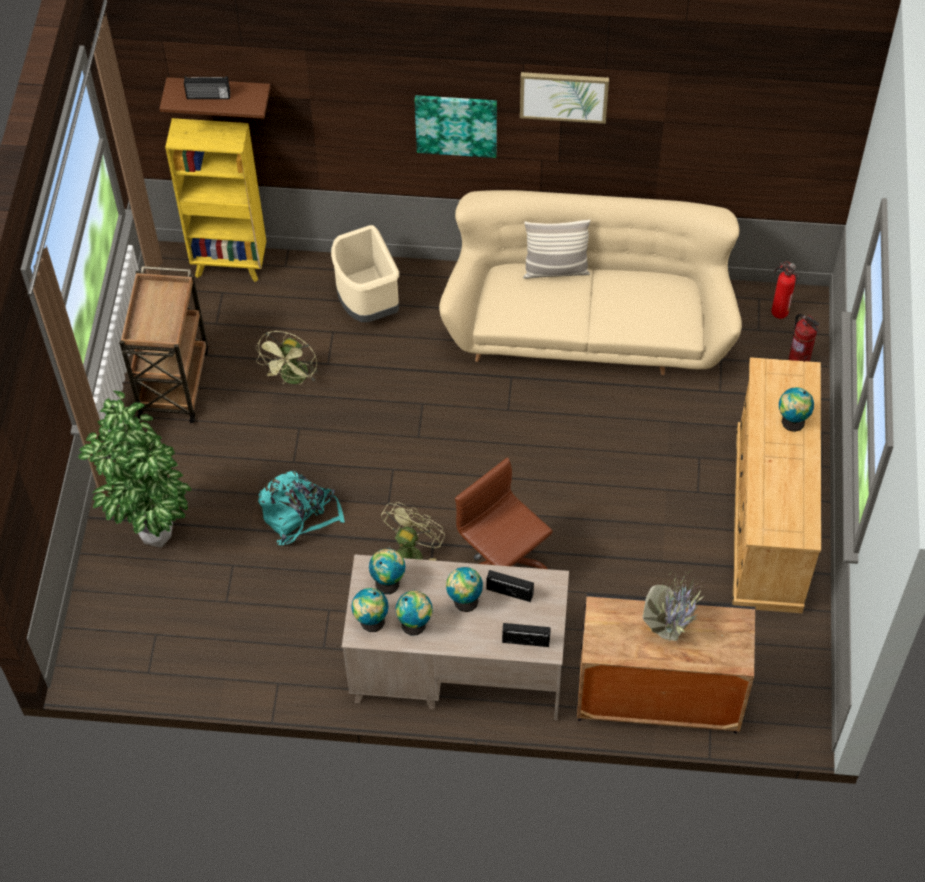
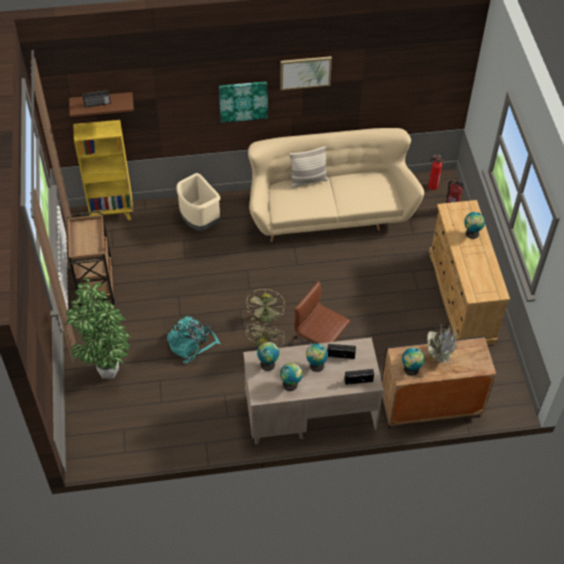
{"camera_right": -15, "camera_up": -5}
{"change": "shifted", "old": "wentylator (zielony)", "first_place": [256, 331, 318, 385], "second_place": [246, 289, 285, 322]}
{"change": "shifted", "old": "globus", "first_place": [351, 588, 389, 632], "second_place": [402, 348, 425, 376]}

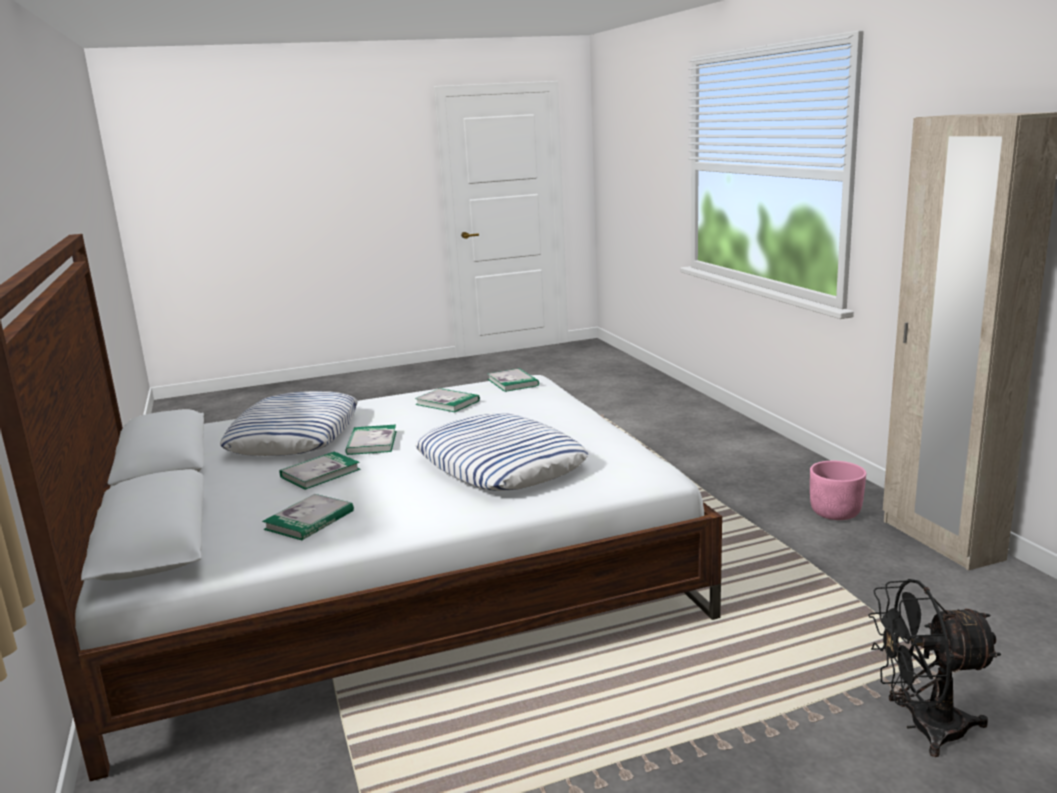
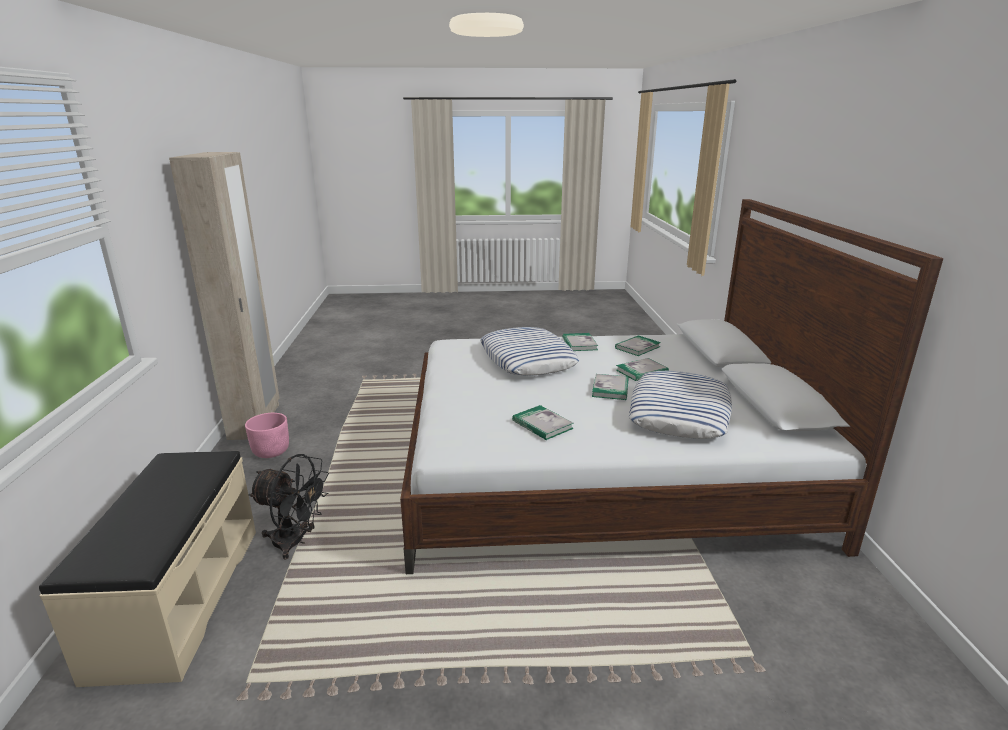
{"camera_right": -165, "camera_up": 5}
{"change": "new", "new": "ławka (beżowy)", "second_place": [39, 451, 256, 687]}
{"change": "shifted", "old": "książka", "first_place": [488, 368, 539, 392], "second_place": [562, 333, 598, 351]}
{"change": "shifted", "old": "wentylator (czarny)", "first_place": [868, 579, 1001, 757], "second_place": [248, 454, 329, 560]}

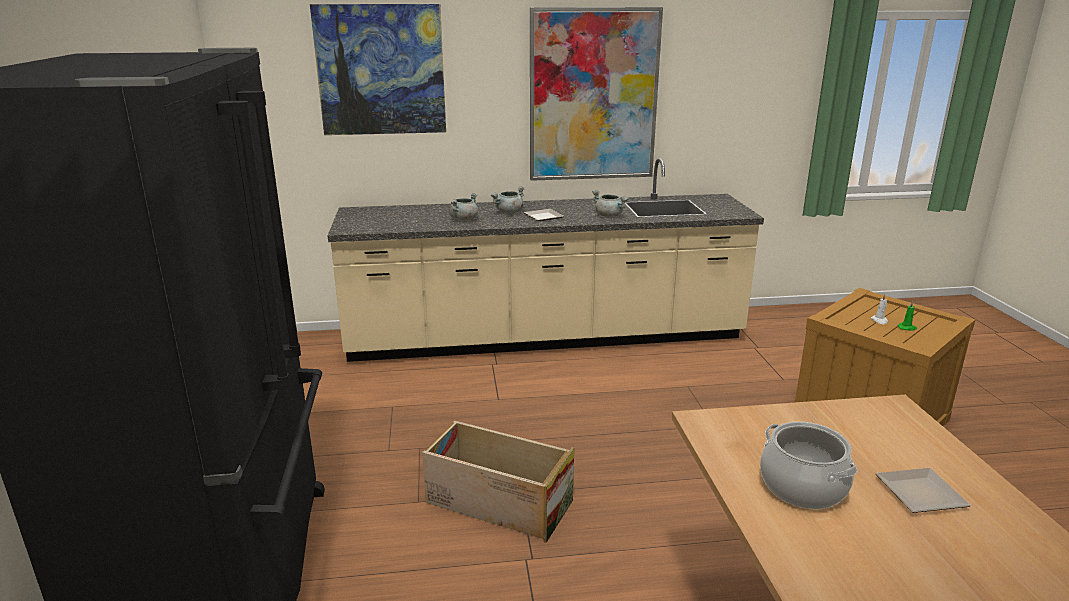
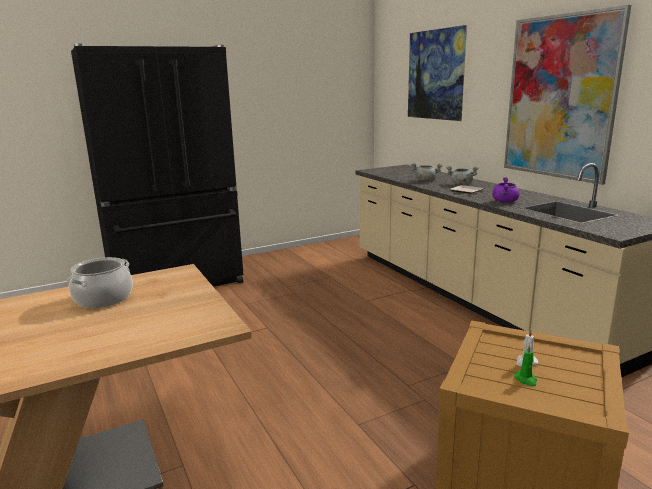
{"camera_right": 70, "camera_up": -5}
{"change": "gone", "old": "skrzynka", "first_place": [422, 421, 574, 543]}
{"change": "gone", "old": "talerz", "first_place": [876, 468, 971, 513]}
{"change": "repainted", "old": "garnek (szary)", "new": "garnek (fioletowy)", "first_place": [592, 190, 629, 217], "second_place": [492, 177, 520, 203]}

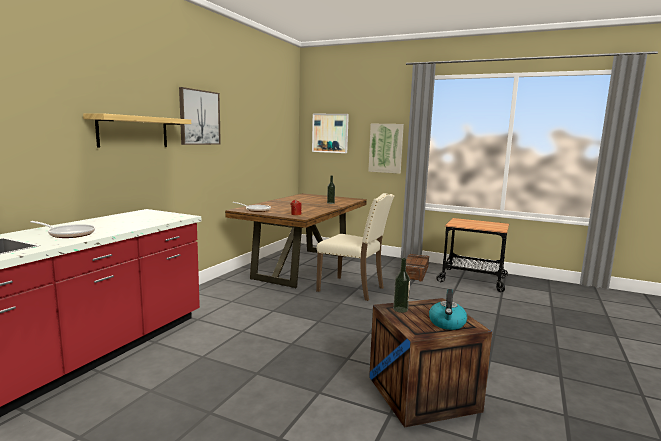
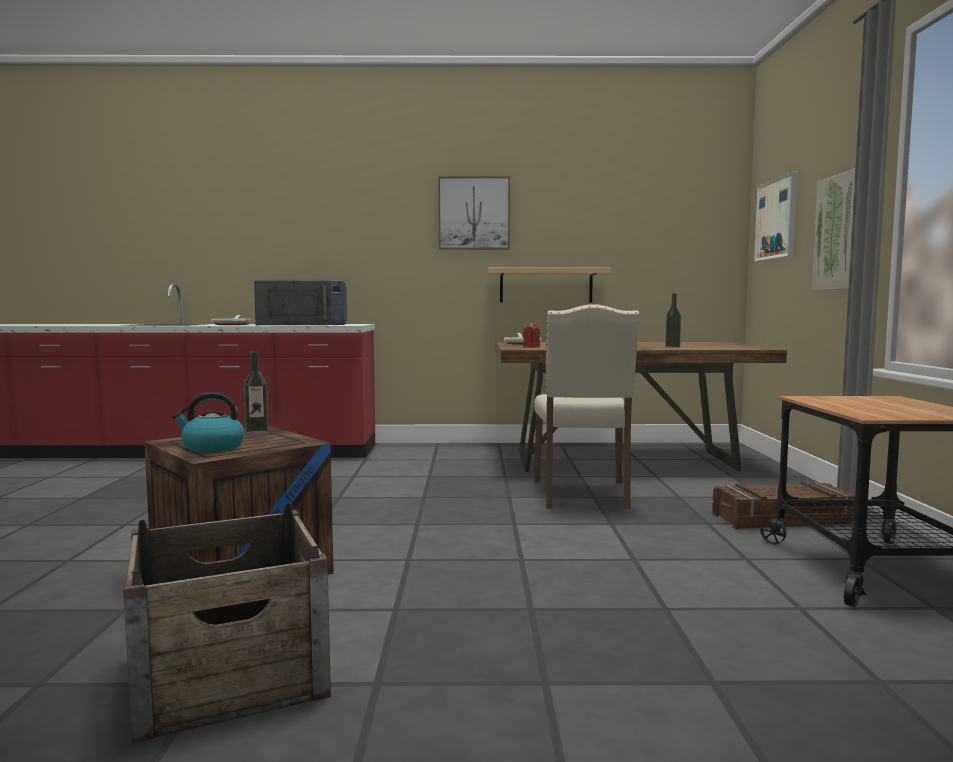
{"camera_right": 65, "camera_up": -5}
{"change": "new", "new": "skrzynka", "second_place": [123, 503, 331, 743]}
{"change": "new", "new": "mikrofalówka (niebieski)", "second_place": [254, 280, 347, 325]}
{"change": "shifted", "old": "półka", "first_place": [83, 113, 191, 147], "second_place": [488, 267, 611, 302]}

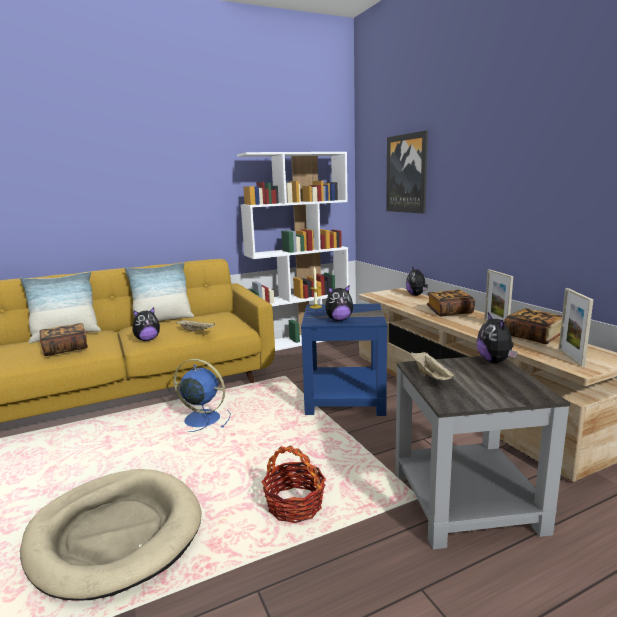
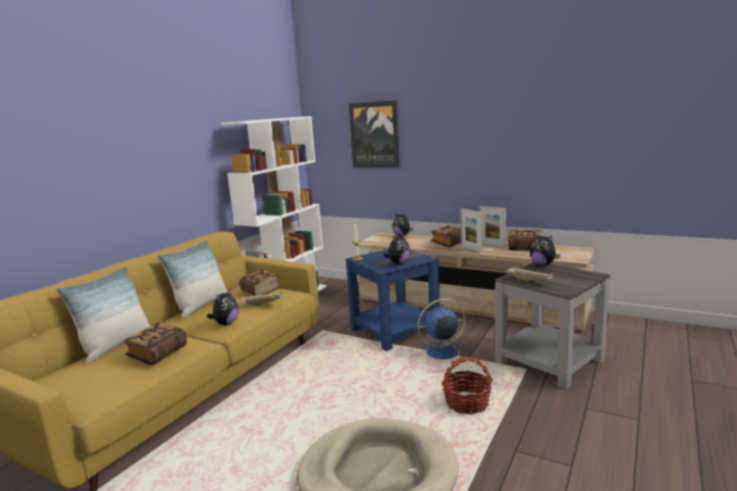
{"camera_right": -35, "camera_up": 0}
{"change": "new", "new": "książka", "second_place": [239, 270, 281, 296]}
{"change": "shifted", "old": "wentylator (niebieski)", "first_place": [174, 359, 231, 432], "second_place": [417, 299, 471, 360]}
{"change": "shifted", "old": "ramka na zdjęcie", "first_place": [558, 288, 593, 367], "second_place": [460, 208, 482, 252]}

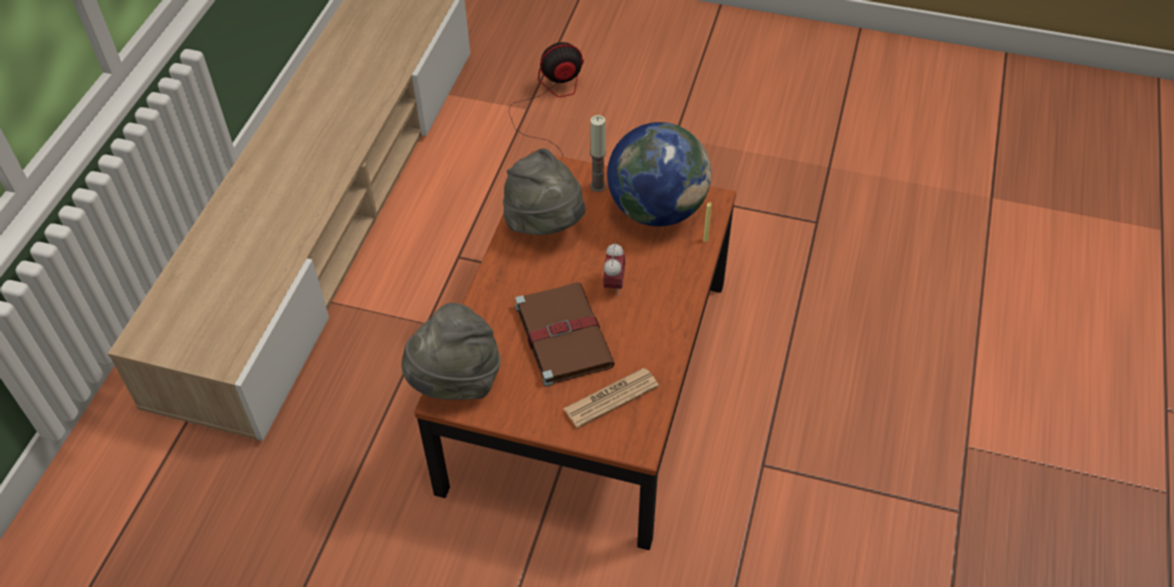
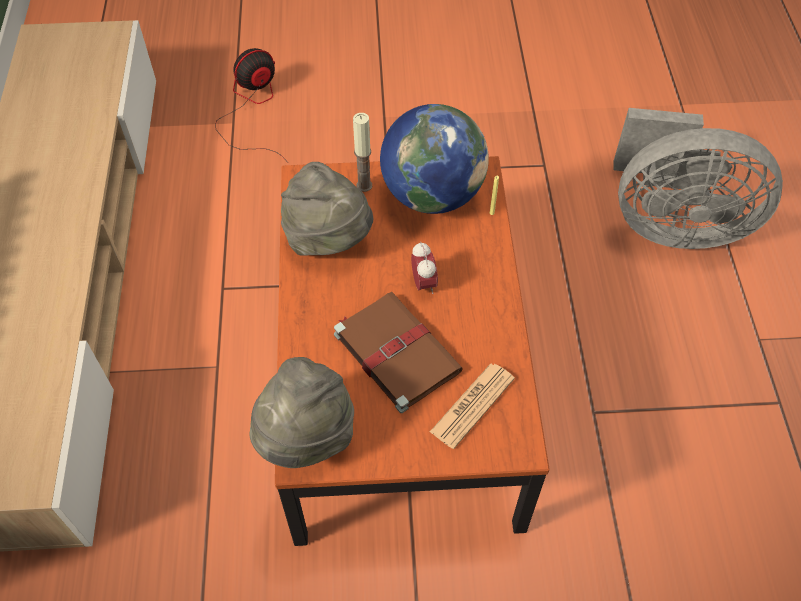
{"camera_right": -20, "camera_up": 5}
{"change": "new", "new": "wentylator (szary)", "second_place": [614, 108, 783, 249]}

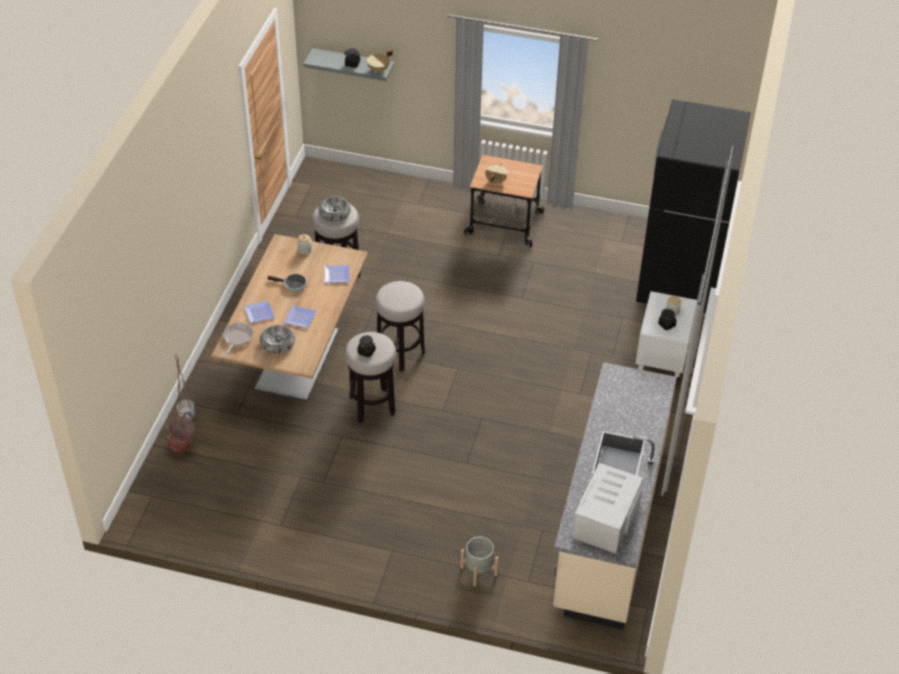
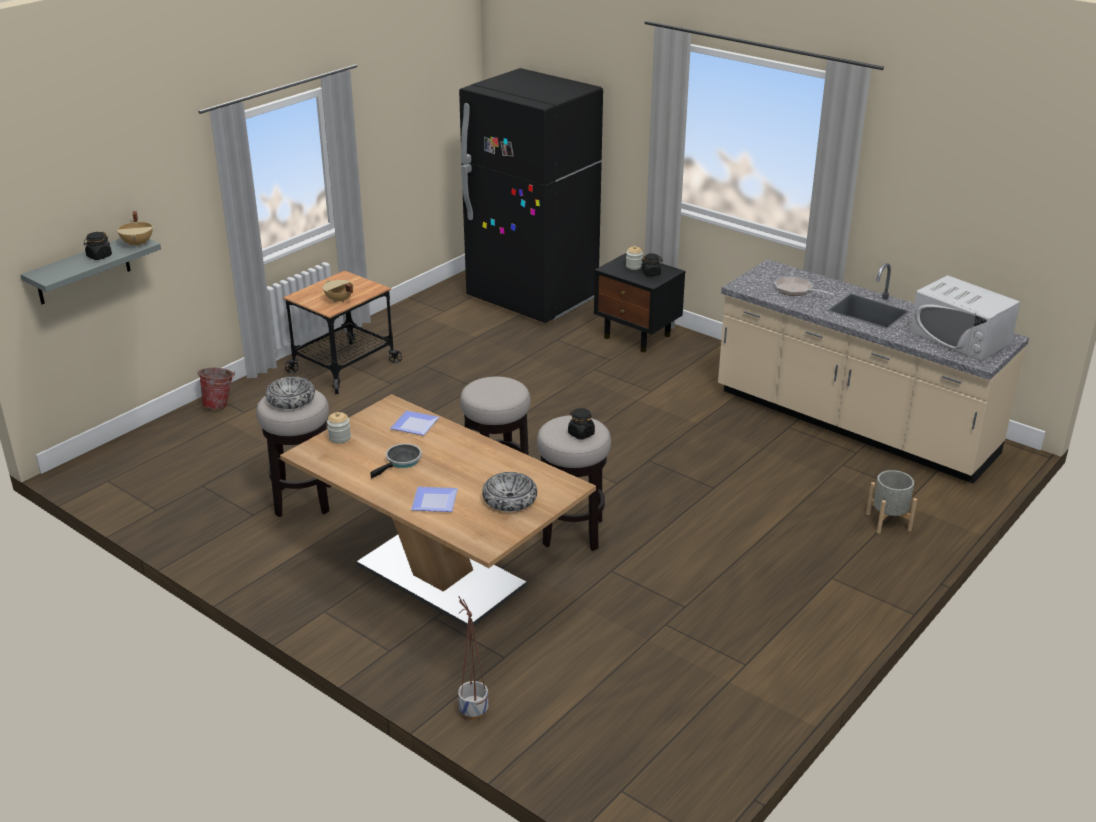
{"camera_right": -65, "camera_up": -15}
{"change": "gone", "old": "talerz", "first_place": [284, 306, 317, 328]}
{"change": "shifted", "old": "wiadro", "first_place": [164, 416, 195, 453], "second_place": [197, 368, 235, 409]}
{"change": "shifted", "old": "patelnia", "first_place": [222, 322, 254, 358], "second_place": [774, 276, 834, 296]}
{"change": "repainted", "old": "szafka nocna (biały)", "new": "szafka nocna (czarny)", "first_place": [636, 291, 697, 381], "second_place": [594, 253, 685, 352]}

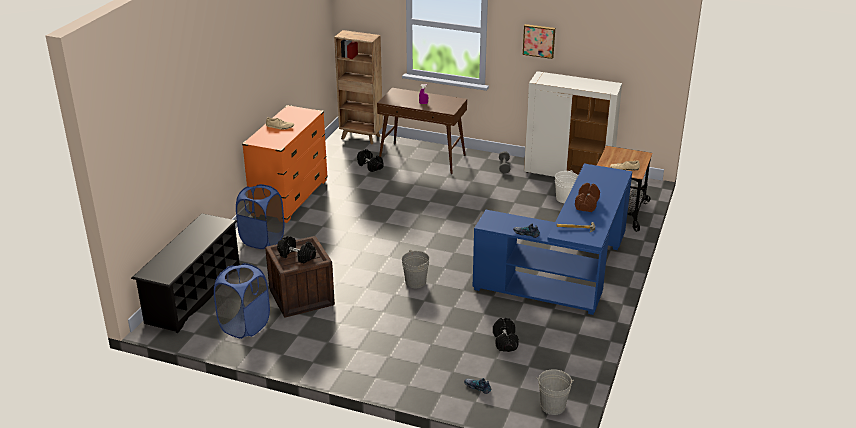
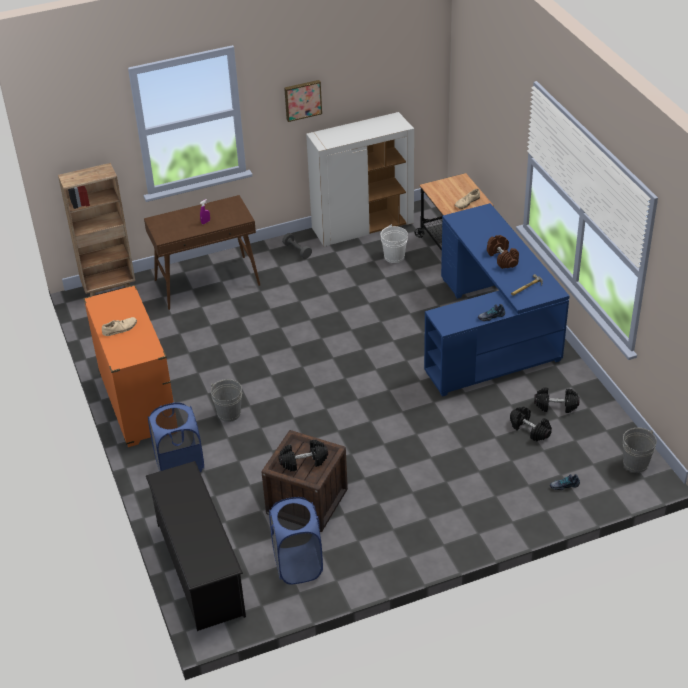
{"camera_right": -40, "camera_up": 10}
{"change": "shifted", "old": "hantel (czarny)", "first_place": [357, 149, 383, 172], "second_place": [534, 387, 580, 413]}
{"change": "shifted", "old": "wiadro (szary)", "first_place": [402, 250, 430, 288], "second_place": [211, 379, 243, 422]}

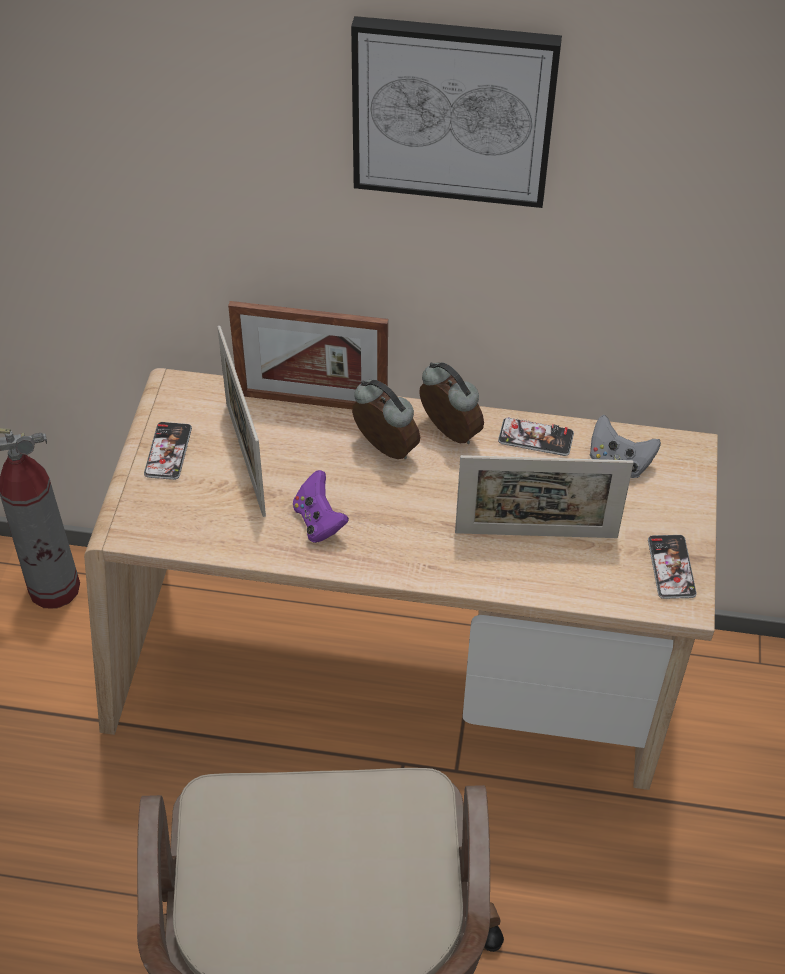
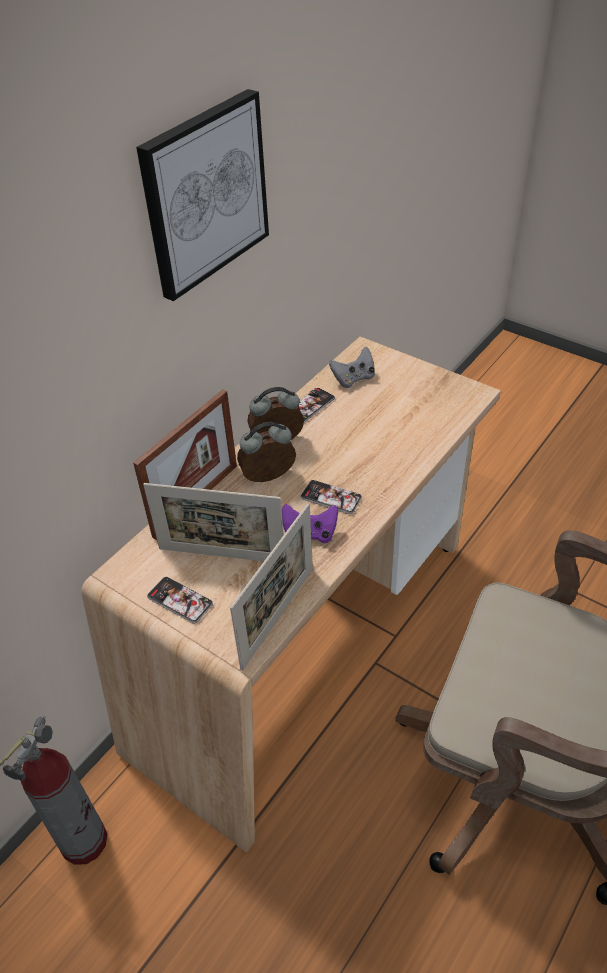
{"camera_right": -60, "camera_up": -5}
{"change": "shifted", "old": "ramka na zdjęcie", "first_place": [455, 455, 634, 538], "second_place": [230, 503, 313, 671]}
{"change": "shifted", "old": "telefon", "first_place": [648, 535, 697, 599], "second_place": [300, 480, 362, 514]}

